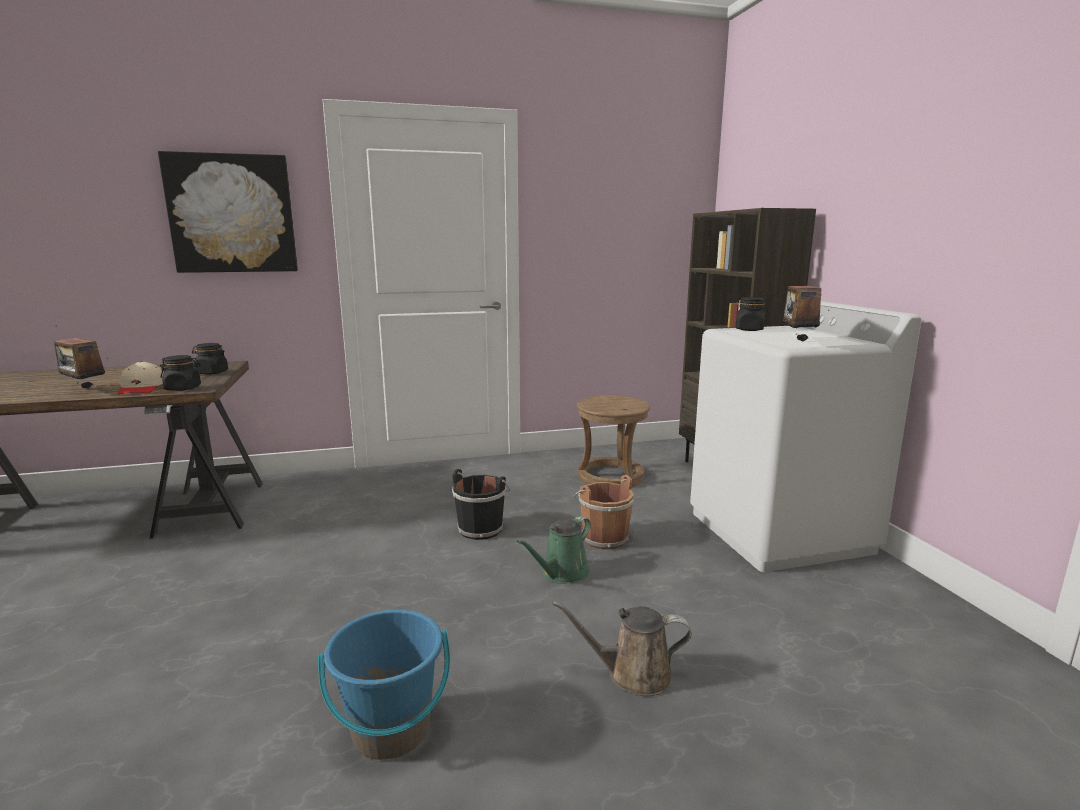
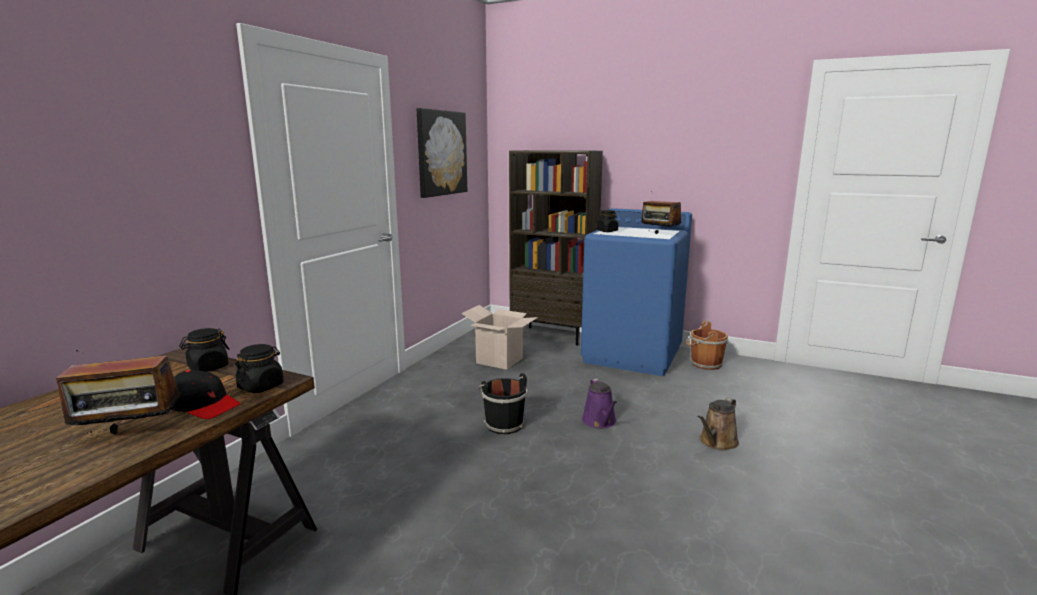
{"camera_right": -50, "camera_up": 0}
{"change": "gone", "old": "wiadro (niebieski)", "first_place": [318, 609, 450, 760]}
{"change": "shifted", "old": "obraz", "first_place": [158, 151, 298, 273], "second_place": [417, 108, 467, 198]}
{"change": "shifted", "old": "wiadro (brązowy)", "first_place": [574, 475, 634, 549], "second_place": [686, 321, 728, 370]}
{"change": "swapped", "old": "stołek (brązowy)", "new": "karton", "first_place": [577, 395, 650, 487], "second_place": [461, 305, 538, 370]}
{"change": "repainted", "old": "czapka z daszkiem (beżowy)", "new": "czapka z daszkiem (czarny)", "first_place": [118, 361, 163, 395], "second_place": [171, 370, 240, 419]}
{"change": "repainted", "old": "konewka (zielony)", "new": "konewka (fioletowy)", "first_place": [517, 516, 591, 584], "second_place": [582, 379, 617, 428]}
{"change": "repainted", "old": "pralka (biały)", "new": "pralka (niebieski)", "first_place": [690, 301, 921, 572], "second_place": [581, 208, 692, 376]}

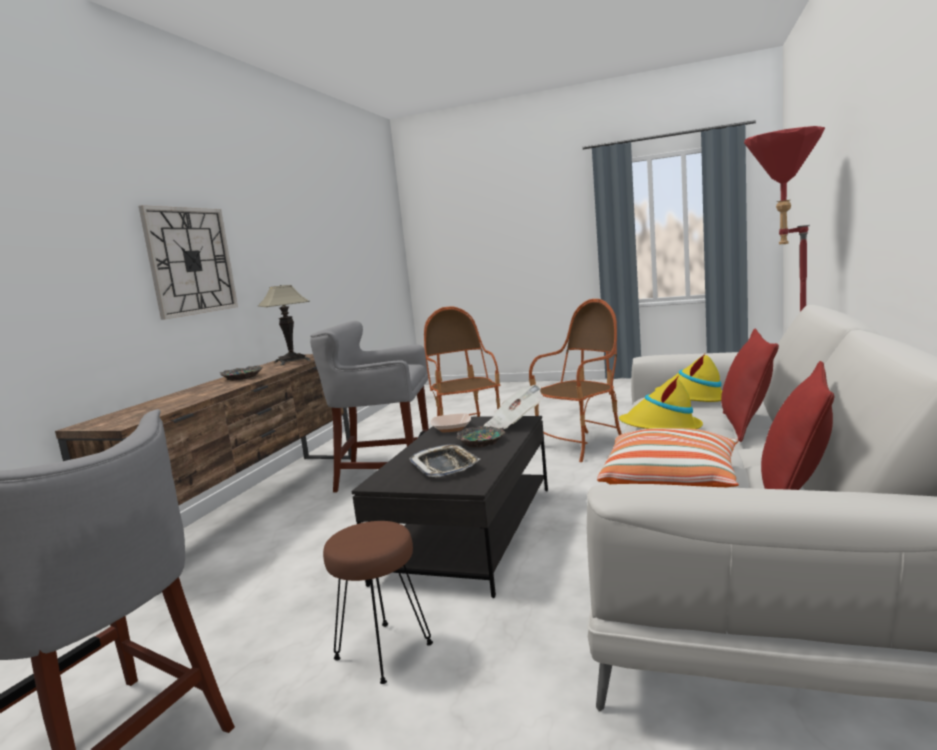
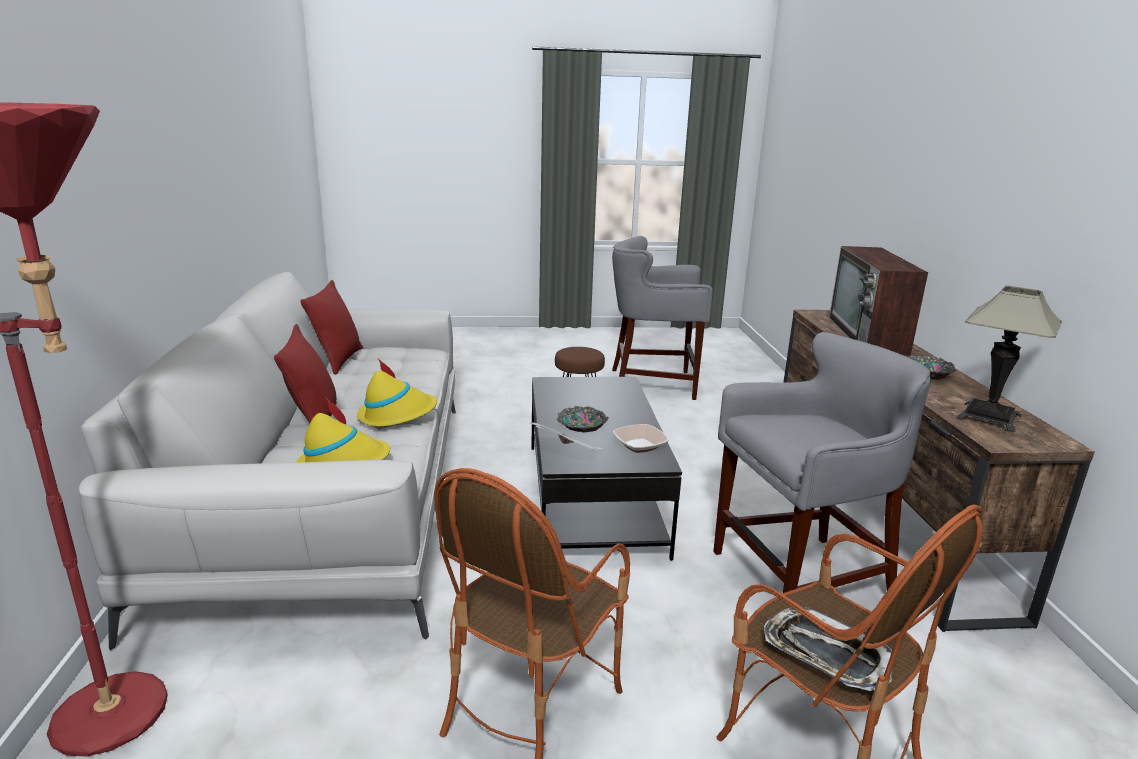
{"camera_right": 155, "camera_up": 10}
{"change": "gone", "old": "zegar ścienny", "first_place": [139, 205, 238, 320]}
{"change": "gone", "old": "poduszka", "first_place": [597, 428, 739, 487]}
{"change": "new", "new": "telewizor", "second_place": [829, 246, 928, 356]}
{"change": "shifted", "old": "taca", "first_place": [409, 444, 480, 477], "second_place": [764, 607, 894, 691]}

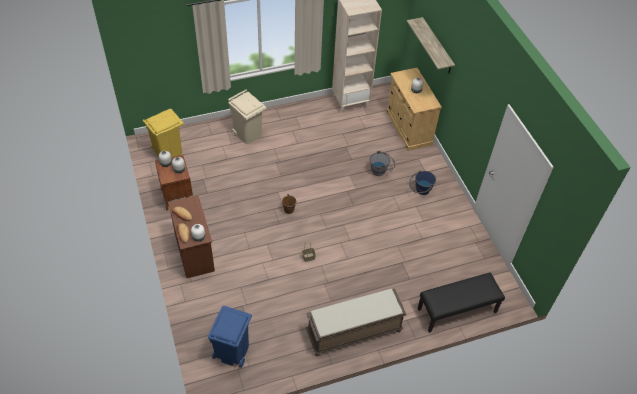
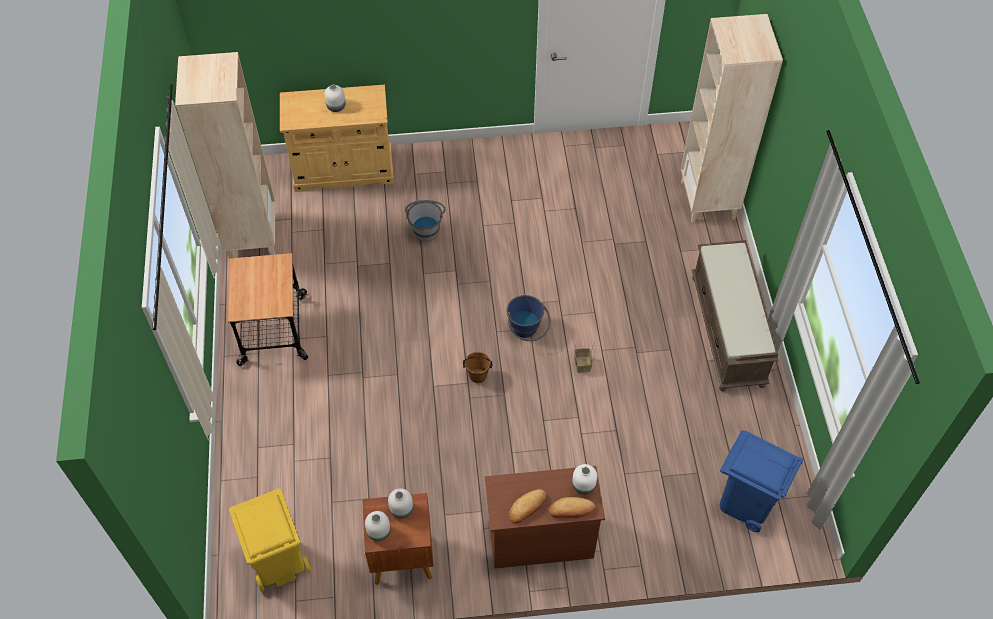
{"camera_right": -75, "camera_up": 5}
{"change": "gone", "old": "kosz na śmieci (beżowy)", "first_place": [228, 90, 266, 144]}
{"change": "gone", "old": "półka", "first_place": [407, 17, 455, 73]}
{"change": "new", "new": "wózek", "second_place": [228, 253, 308, 366]}
{"change": "shifted", "old": "wiadro (niebieski)", "first_place": [409, 171, 436, 195], "second_place": [507, 295, 550, 341]}
{"change": "swapped", "old": "ławka (czarny)", "new": "regał (beżowy)", "first_place": [417, 273, 505, 333], "second_place": [681, 14, 783, 223]}

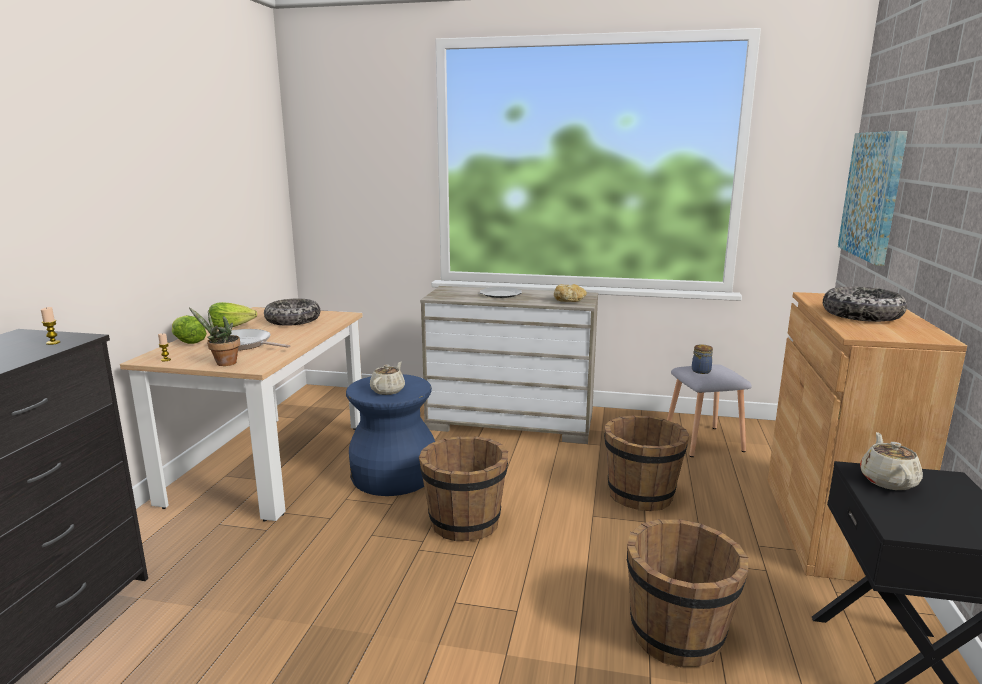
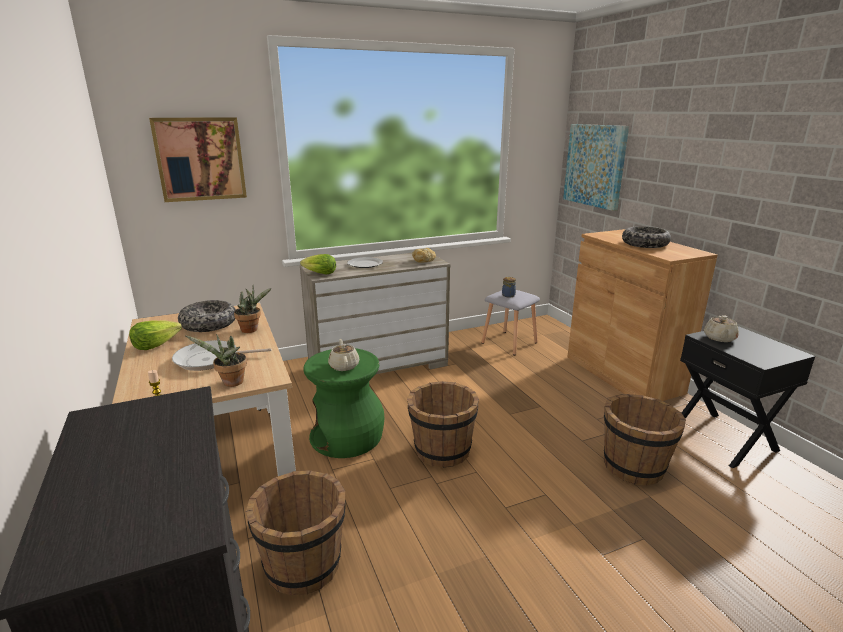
{"camera_right": -35, "camera_up": 5}
{"change": "gone", "old": "świeca", "first_place": [41, 307, 60, 345]}
{"change": "new", "new": "obraz", "second_place": [149, 117, 247, 202]}
{"change": "new", "new": "roślina doniczkowa", "second_place": [234, 285, 271, 333]}
{"change": "shifted", "old": "sałata", "first_place": [172, 315, 207, 344], "second_place": [300, 254, 336, 275]}
{"change": "shifted", "old": "wiadro (brązowy)", "first_place": [604, 415, 689, 511], "second_place": [245, 470, 346, 595]}
{"change": "repainted", "old": "stołek (niebieski)", "new": "stołek (zielony)", "first_place": [346, 374, 435, 496], "second_place": [303, 348, 384, 458]}
{"change": "rotated", "old": "imbryk (beżowy)", "first_place": [860, 432, 923, 490], "second_place": [704, 315, 739, 342], "degrees": -135}

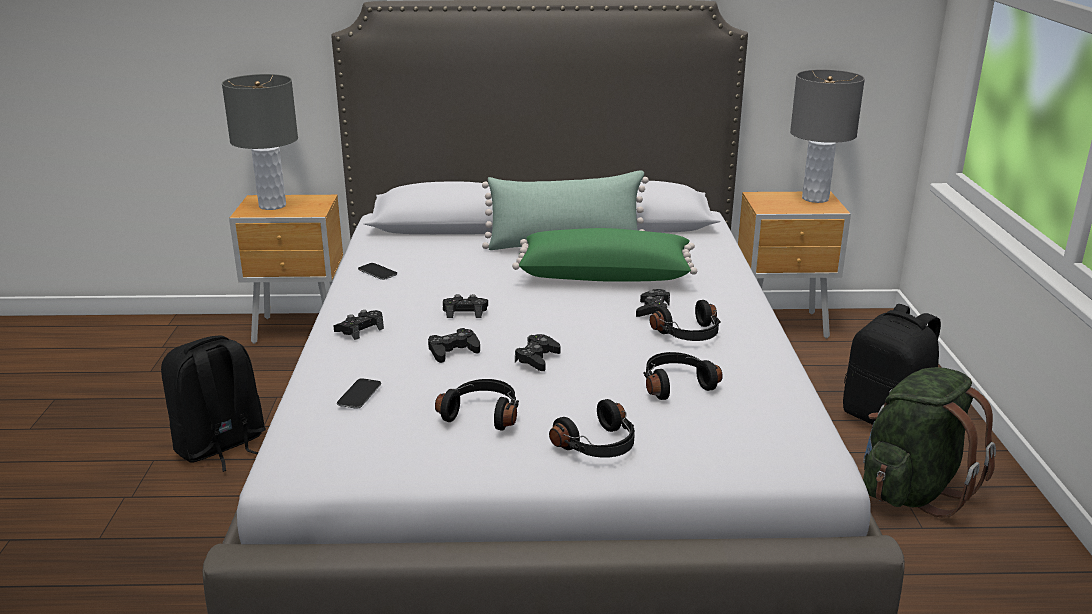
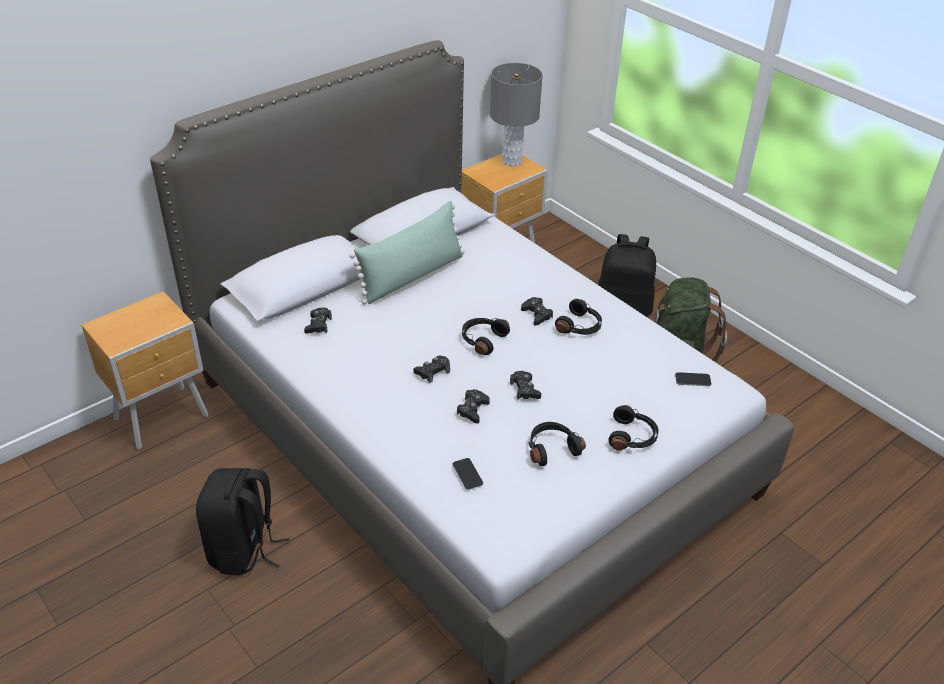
{"camera_right": -40, "camera_up": 15}
{"change": "gone", "old": "lampa stołowa (szary)", "first_place": [222, 74, 298, 210]}
{"change": "gone", "old": "poduszka (zielony)", "first_place": [512, 228, 697, 282]}
{"change": "shifted", "old": "pad do gier (czarny)", "first_place": [333, 310, 384, 340], "second_place": [304, 308, 332, 334]}
{"change": "shifted", "old": "telefon", "first_place": [358, 263, 397, 280], "second_place": [675, 372, 711, 386]}
{"change": "shifted", "old": "słuchawki (czarny)", "first_place": [643, 352, 723, 400], "second_place": [462, 318, 510, 355]}

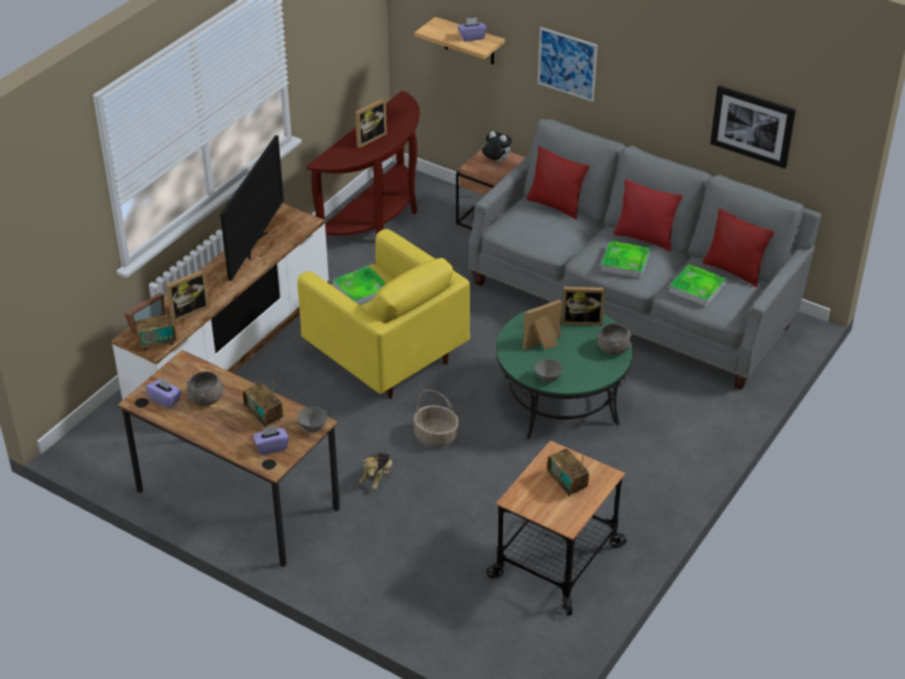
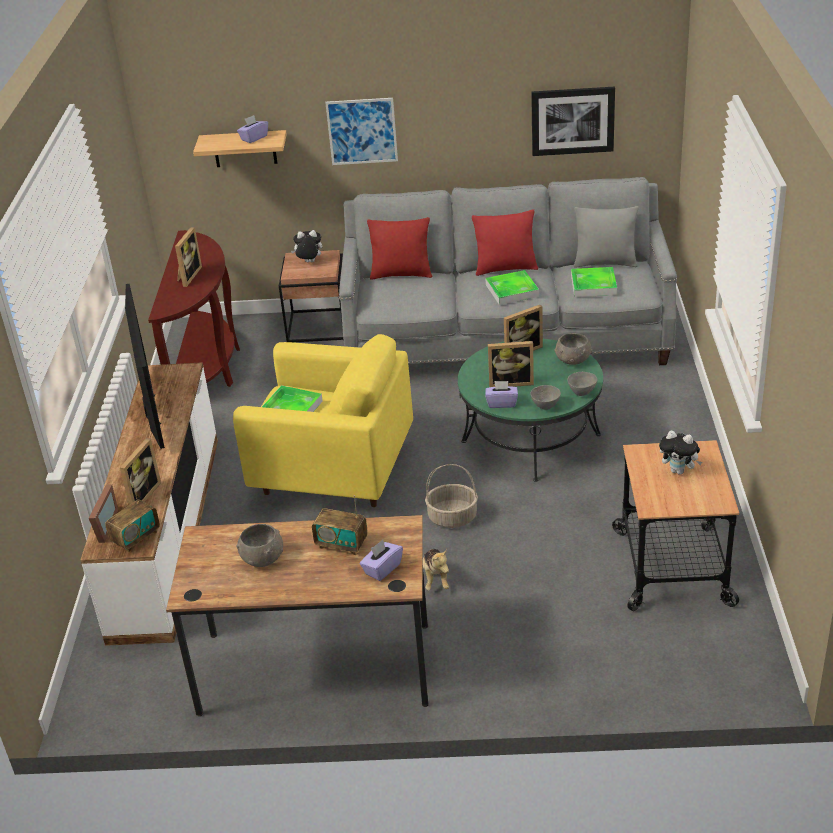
{"camera_right": -30, "camera_up": -5}
{"change": "shifted", "old": "pudełko chusteczek (fioletowy)", "first_place": [146, 377, 182, 408], "second_place": [485, 381, 518, 408]}
{"change": "shifted", "old": "miska (szary)", "first_place": [297, 407, 327, 432], "second_place": [567, 372, 597, 396]}
{"change": "swapped", "old": "radio", "new": "pluszak", "first_place": [547, 448, 589, 497], "second_place": [659, 431, 702, 475]}
{"change": "repainted", "old": "poduszka (czerwony)", "new": "poduszka (szary)", "first_place": [703, 208, 775, 287], "second_place": [574, 206, 639, 268]}
{"change": "rotated", "old": "ramka na zdjęcie", "first_place": [523, 299, 562, 350], "second_place": [488, 341, 534, 387], "degrees": -120}

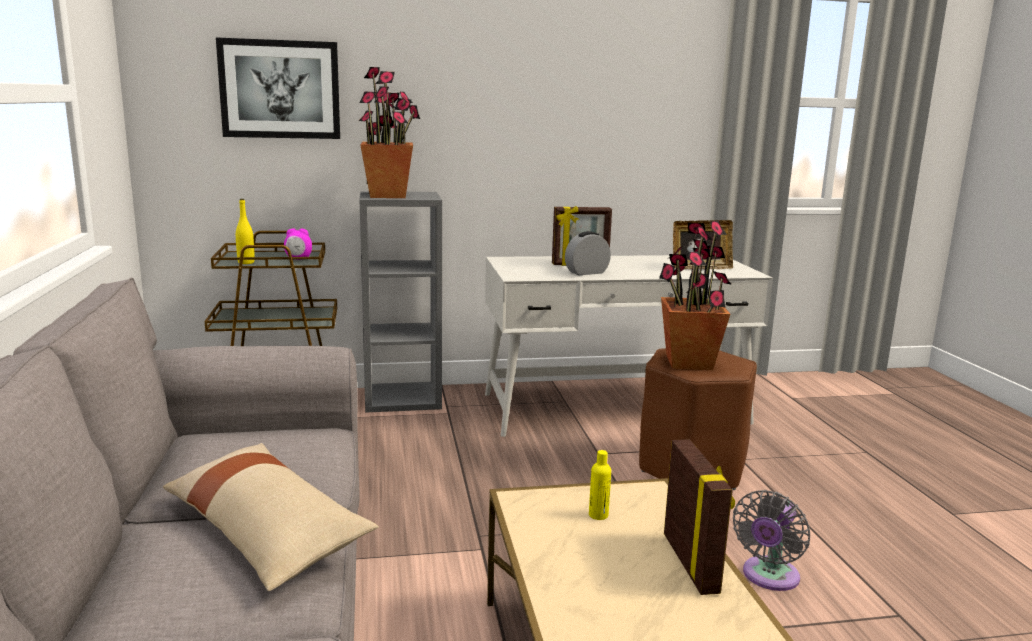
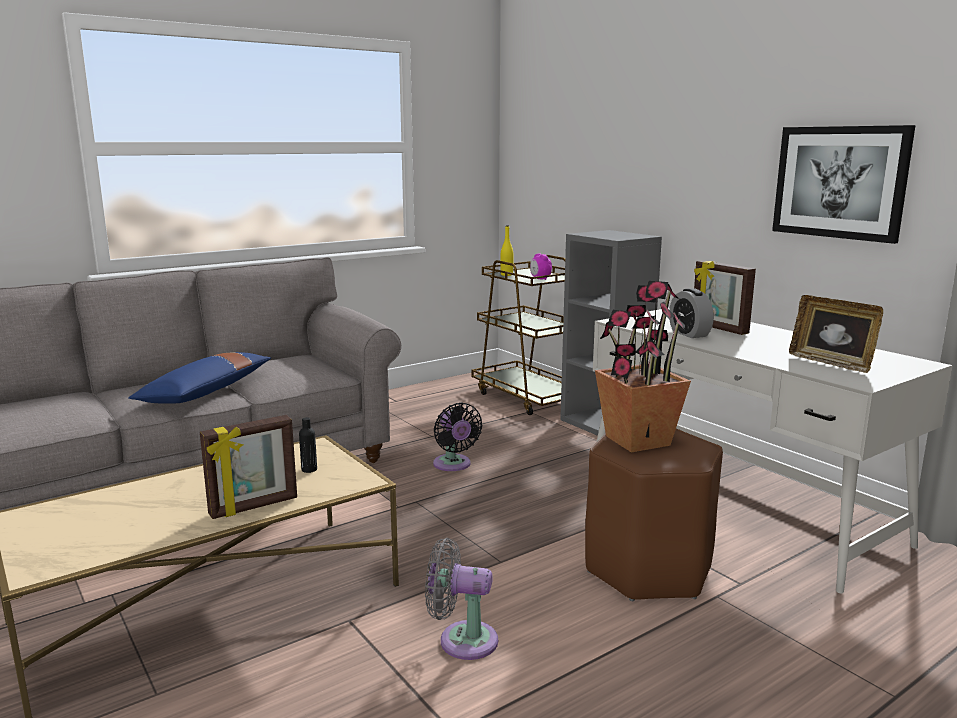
{"camera_right": 65, "camera_up": 0}
{"change": "gone", "old": "roślina doniczkowa", "first_place": [359, 67, 420, 198]}
{"change": "new", "new": "wentylator (czarny)", "second_place": [433, 402, 483, 471]}
{"change": "shifted", "old": "obraz", "first_place": [216, 38, 340, 139], "second_place": [772, 125, 915, 244]}
{"change": "repainted", "old": "poduszka (beżowy)", "new": "poduszka (niebieski)", "first_place": [163, 443, 379, 591], "second_place": [128, 352, 271, 403]}
{"change": "repainted", "old": "butelka (żółty)", "new": "butelka (czarny)", "first_place": [589, 450, 611, 520], "second_place": [299, 417, 317, 473]}
{"change": "rotated", "old": "budzik", "first_place": [565, 231, 611, 275], "second_place": [669, 288, 714, 338], "degrees": -150}

